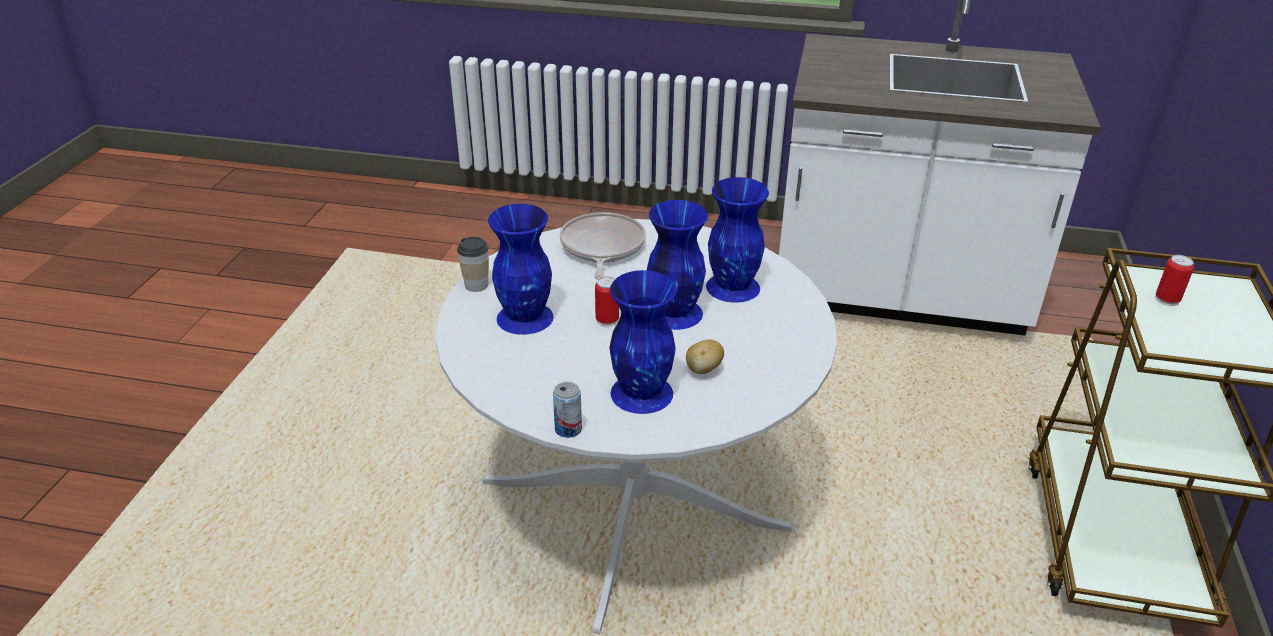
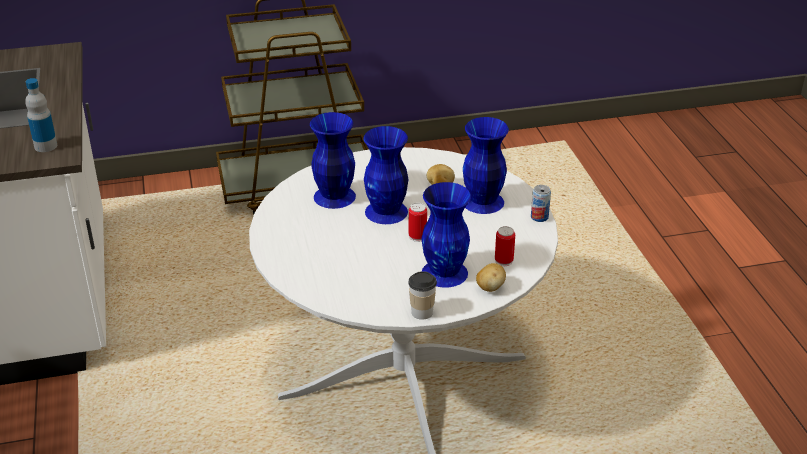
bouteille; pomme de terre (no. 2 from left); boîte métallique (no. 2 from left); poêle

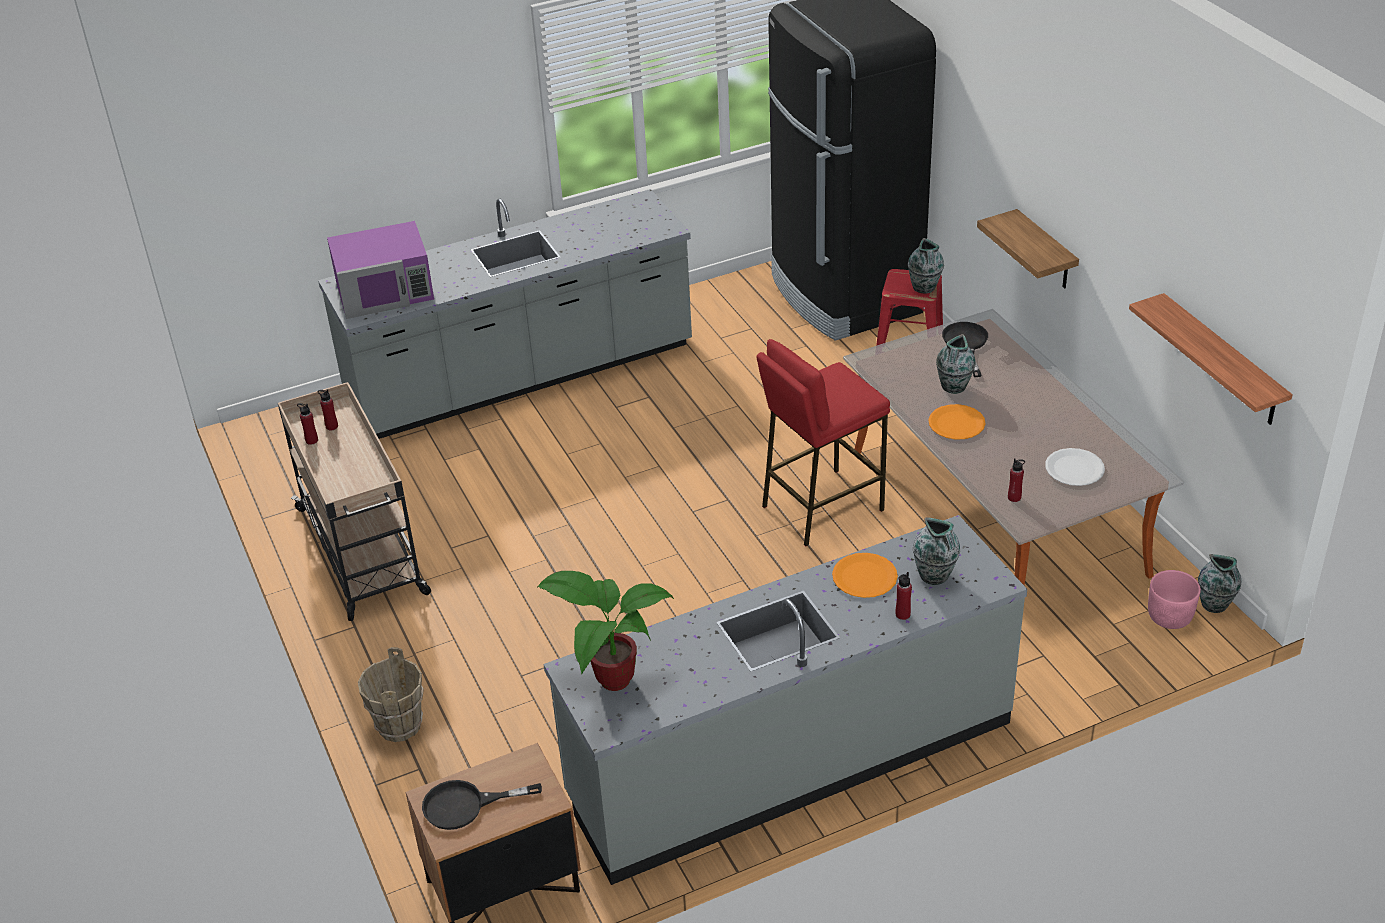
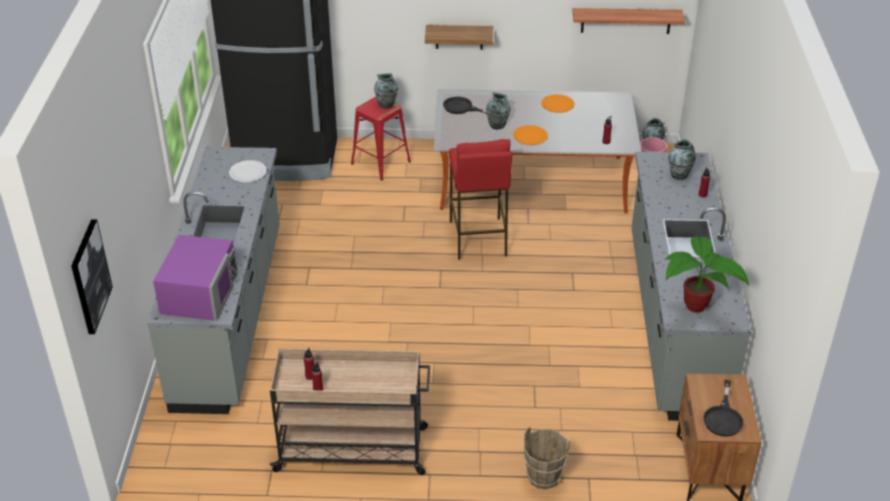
tableau; assiette [blanc]; assiette [orange] (no. 2 from left)

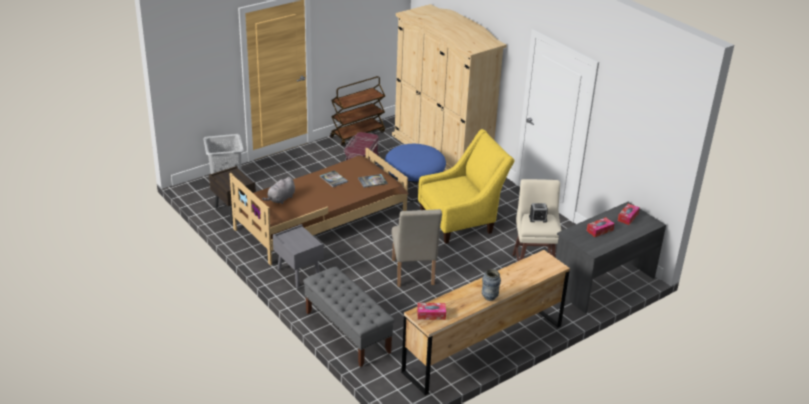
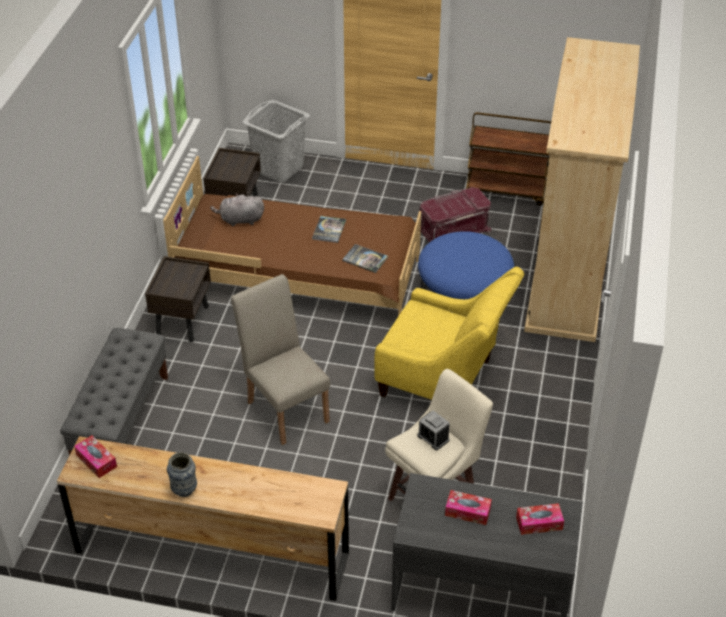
table de chevet [marron] (no. 1 from left); chaise [beige]

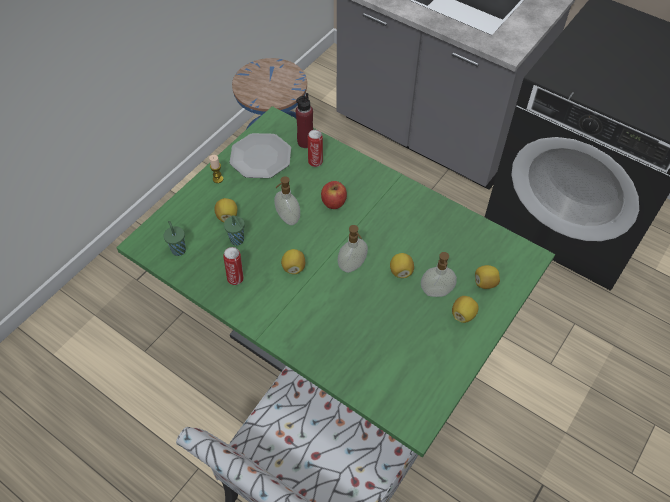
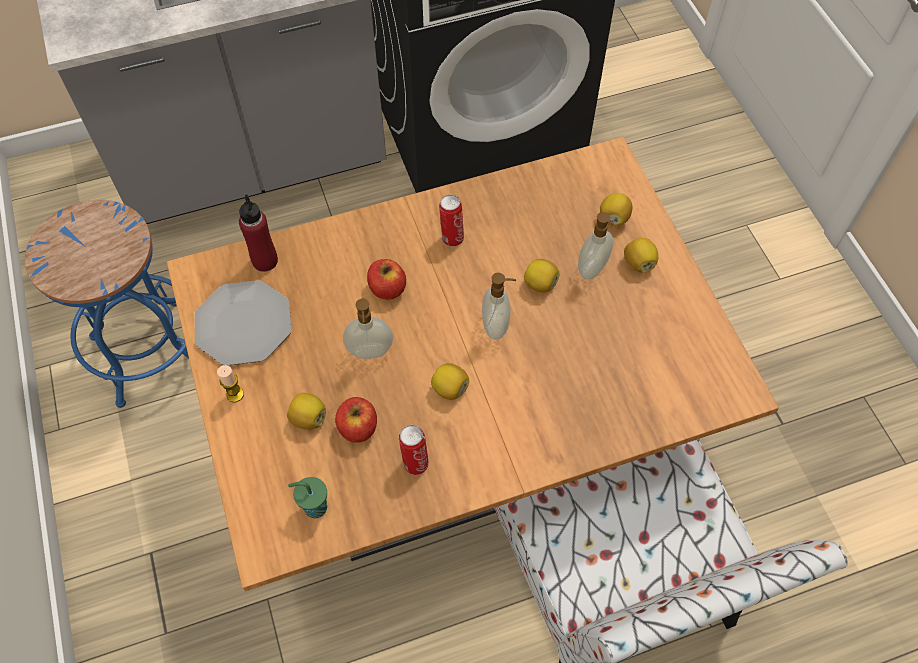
table à manger [marron]; pomme (no. 1 from left); boîte métallique (no. 2 from left)

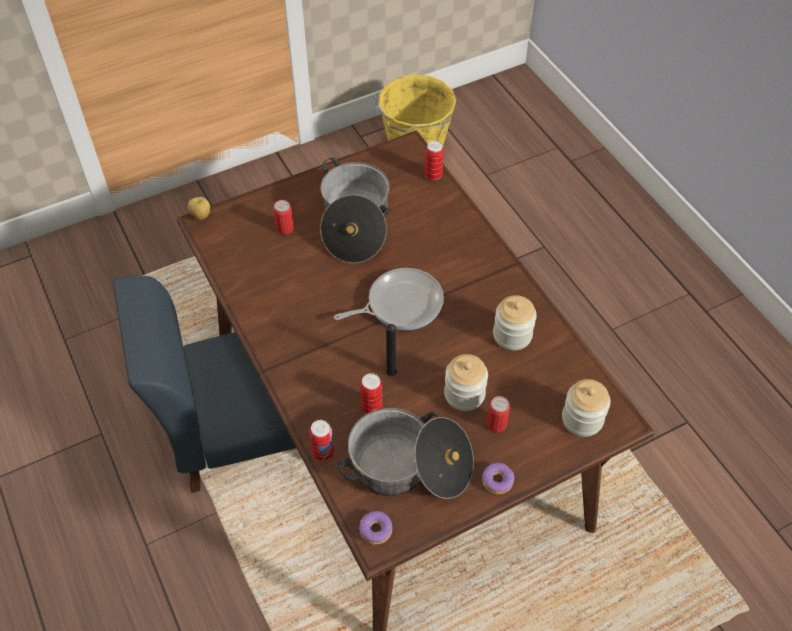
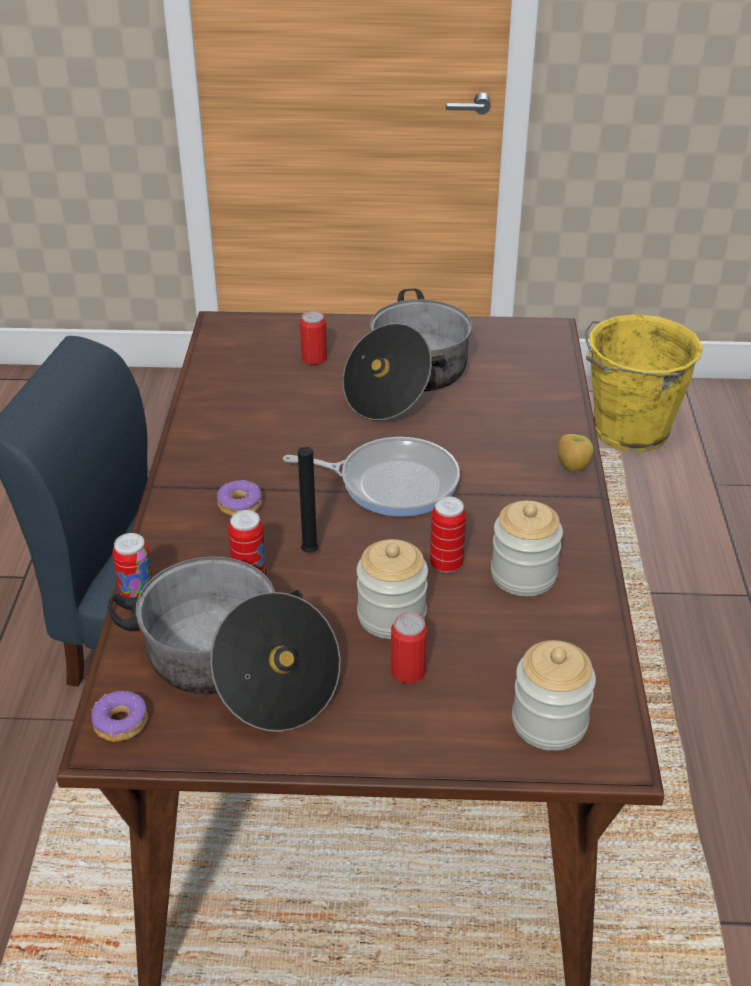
beignet (no. 2 from left); boîte métallique (no. 5 from left); pomme

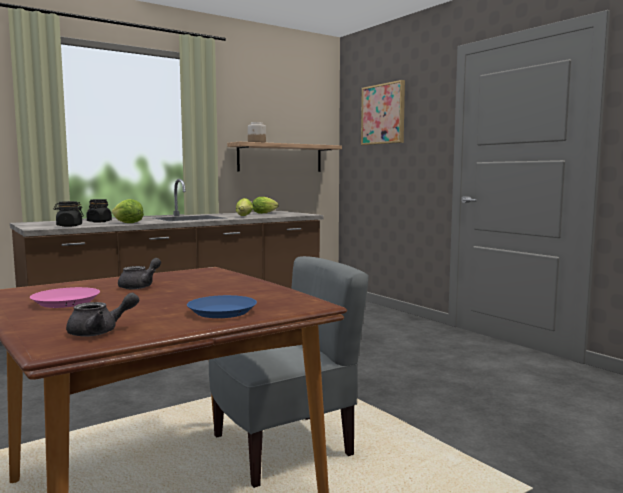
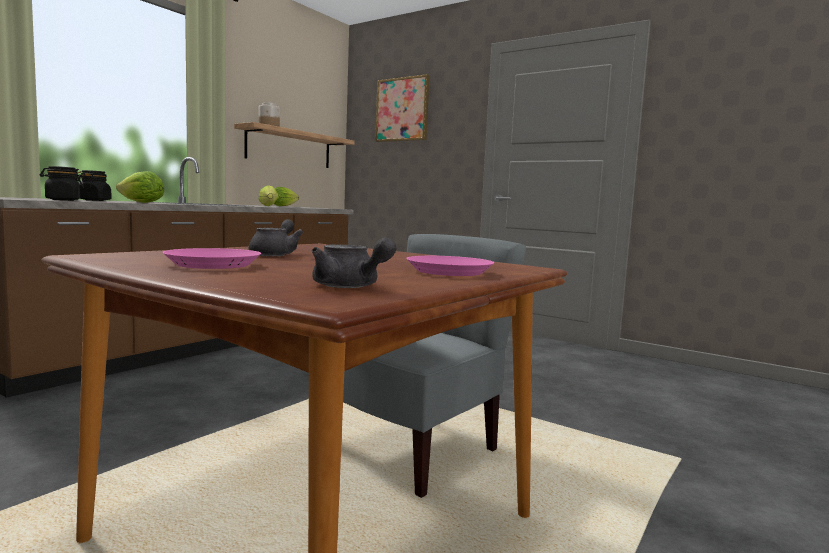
théière [gris] (no. 2 from left); assiette [rose] (no. 2 from left)

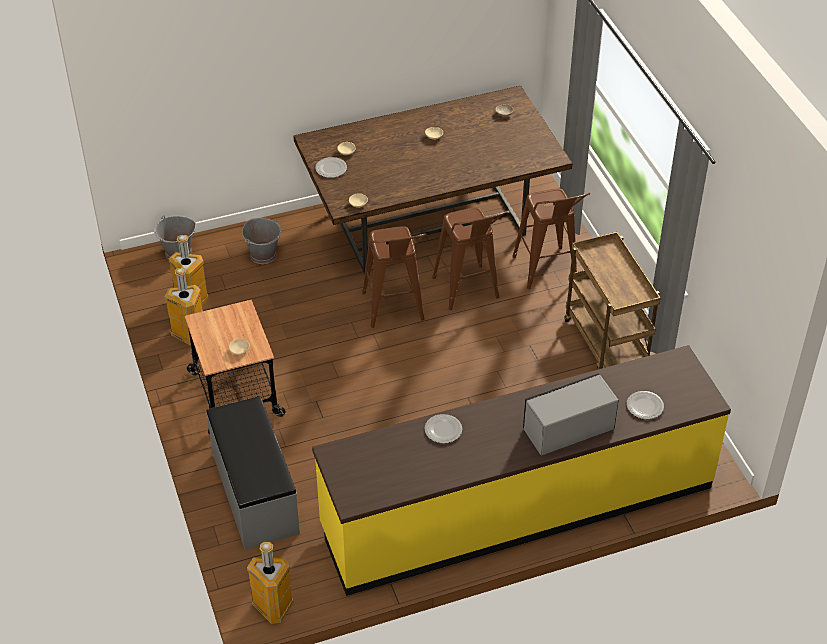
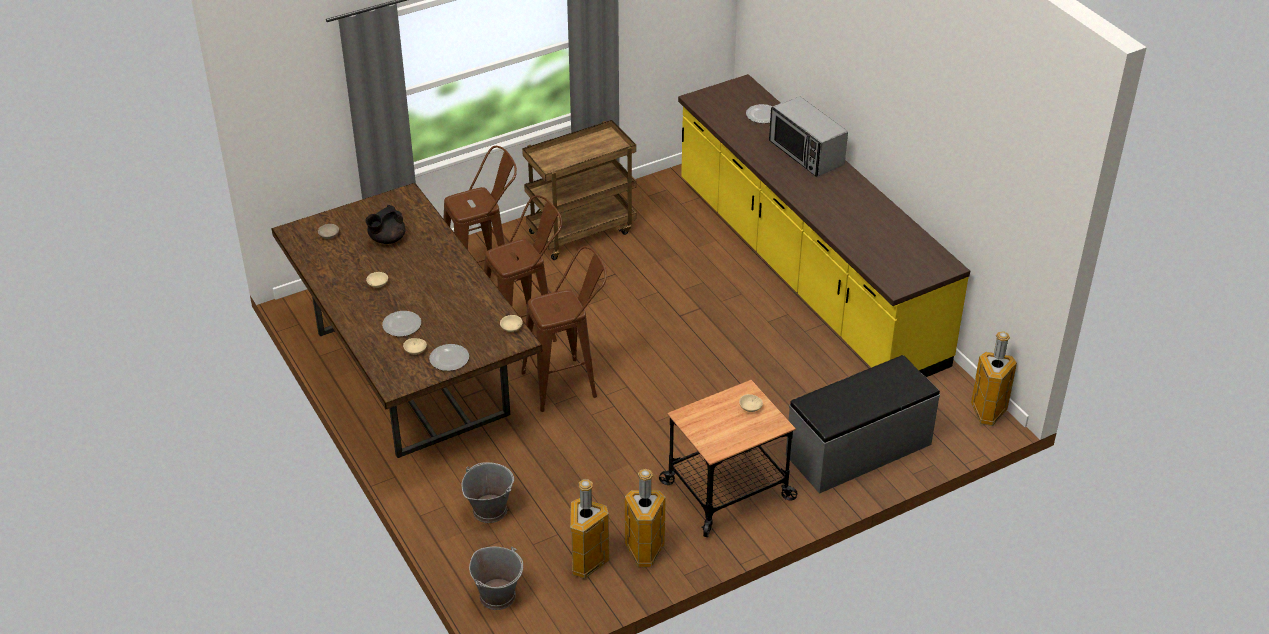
théière [noir]; assiette (no. 1 from left)

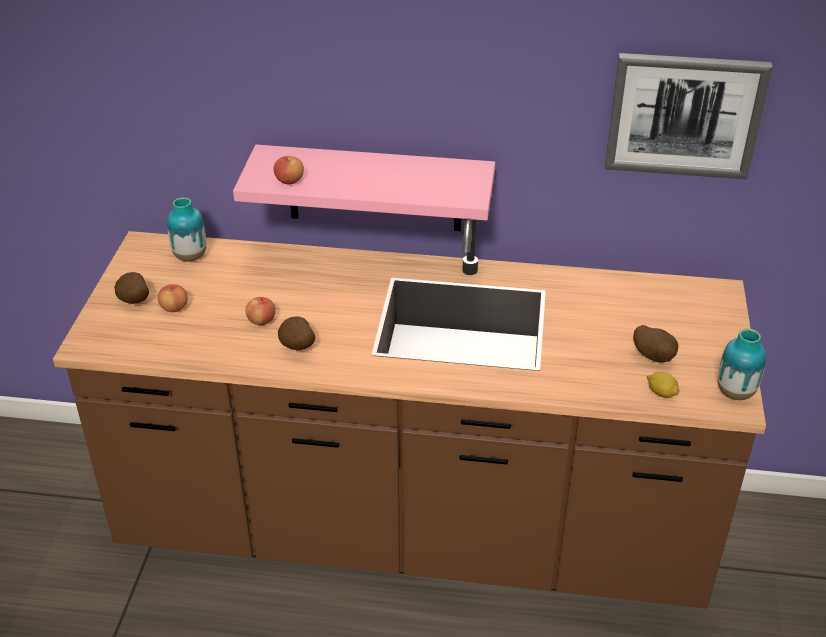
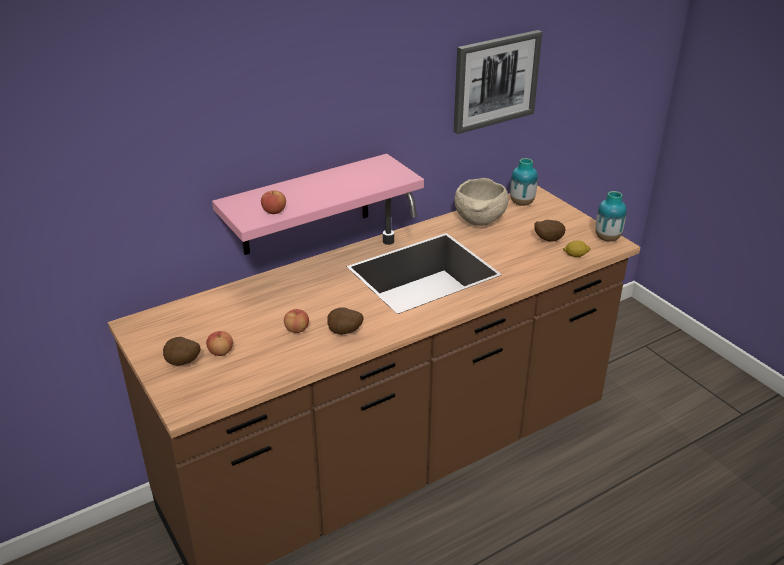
bol [beige]; vase (no. 1 from left)

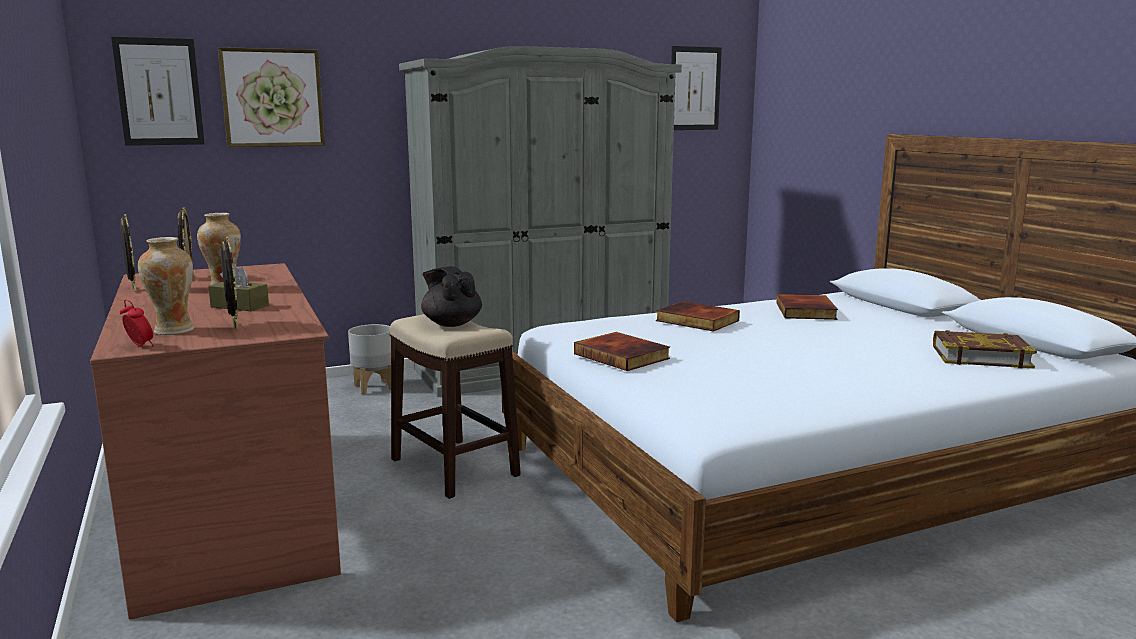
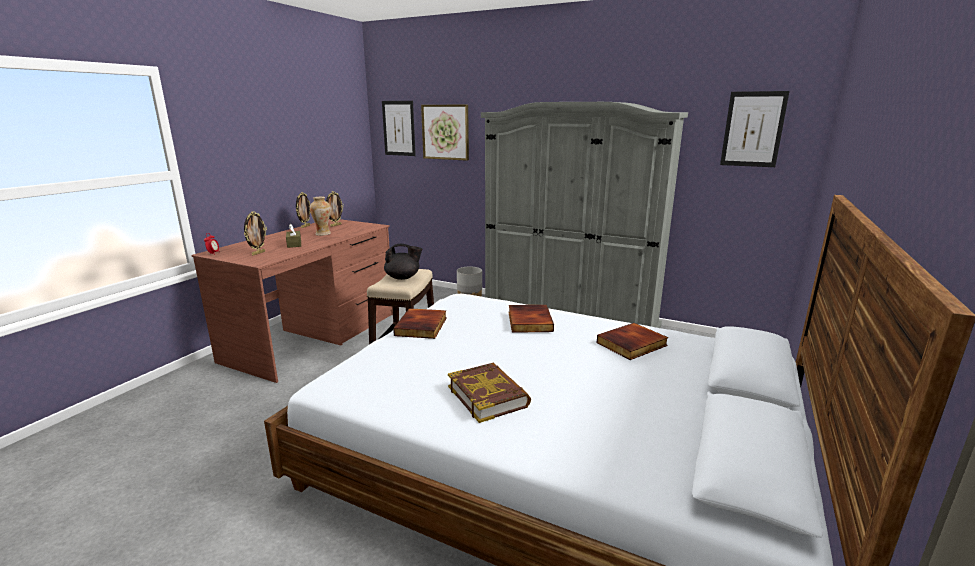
théière [noir]; livre (no. 2 from left); vase (no. 1 from left in the first image)

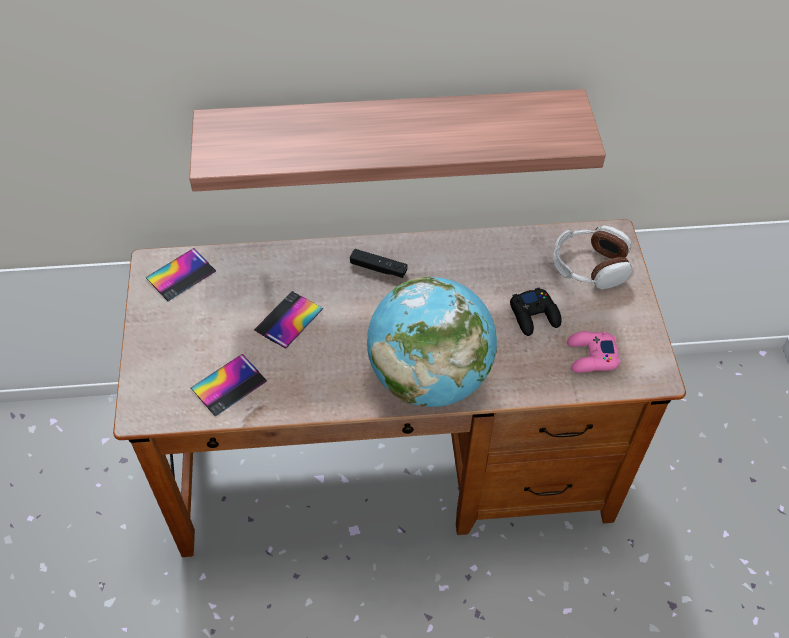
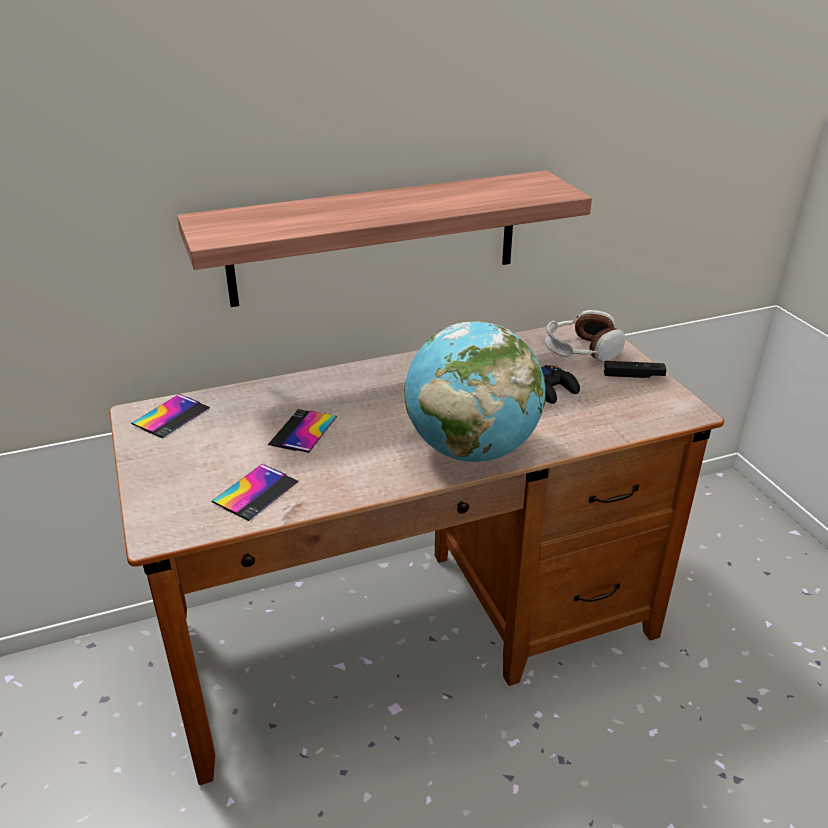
manette [noir] (no. 2 from left); manette [rose]

